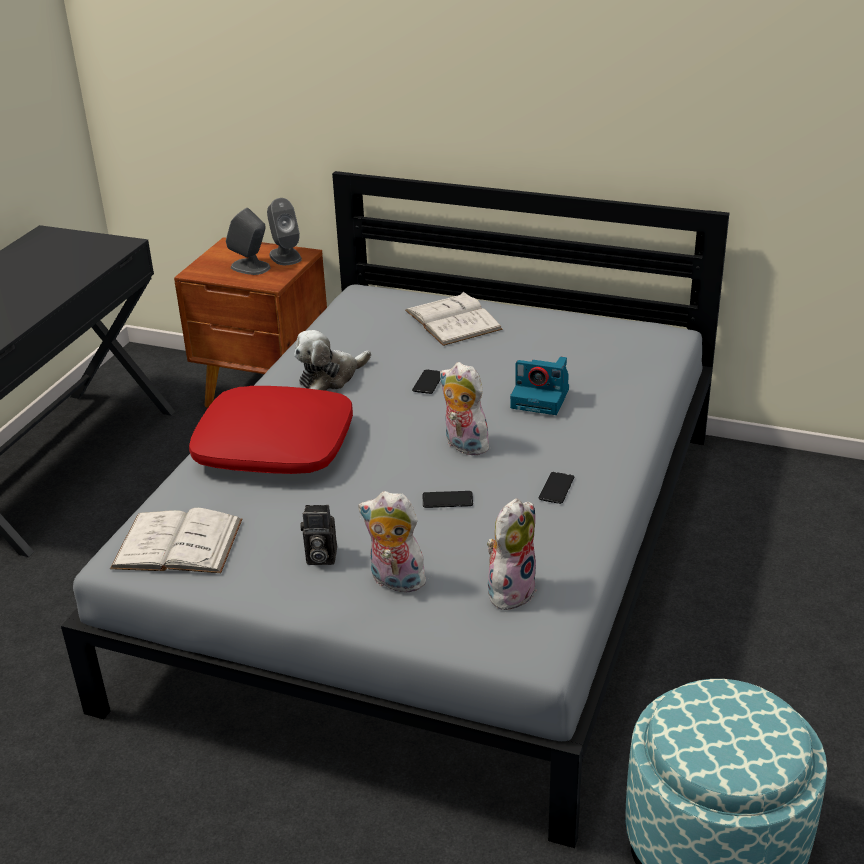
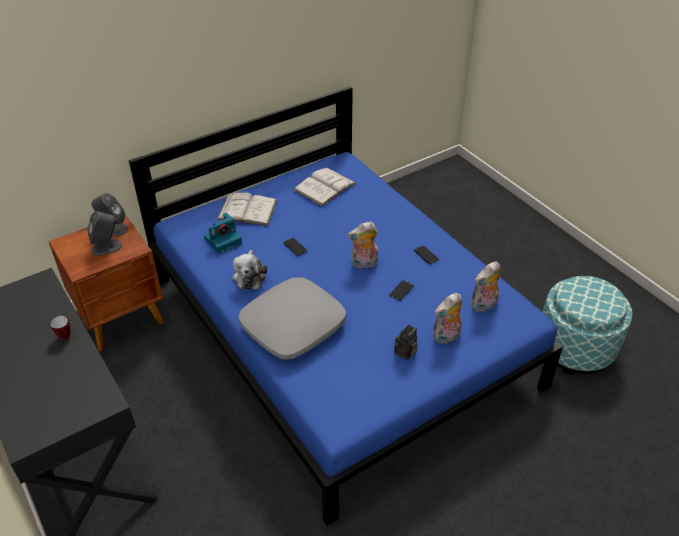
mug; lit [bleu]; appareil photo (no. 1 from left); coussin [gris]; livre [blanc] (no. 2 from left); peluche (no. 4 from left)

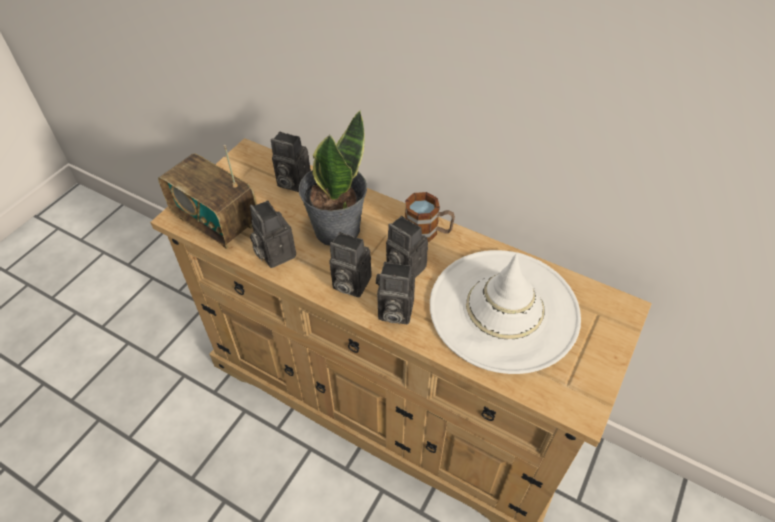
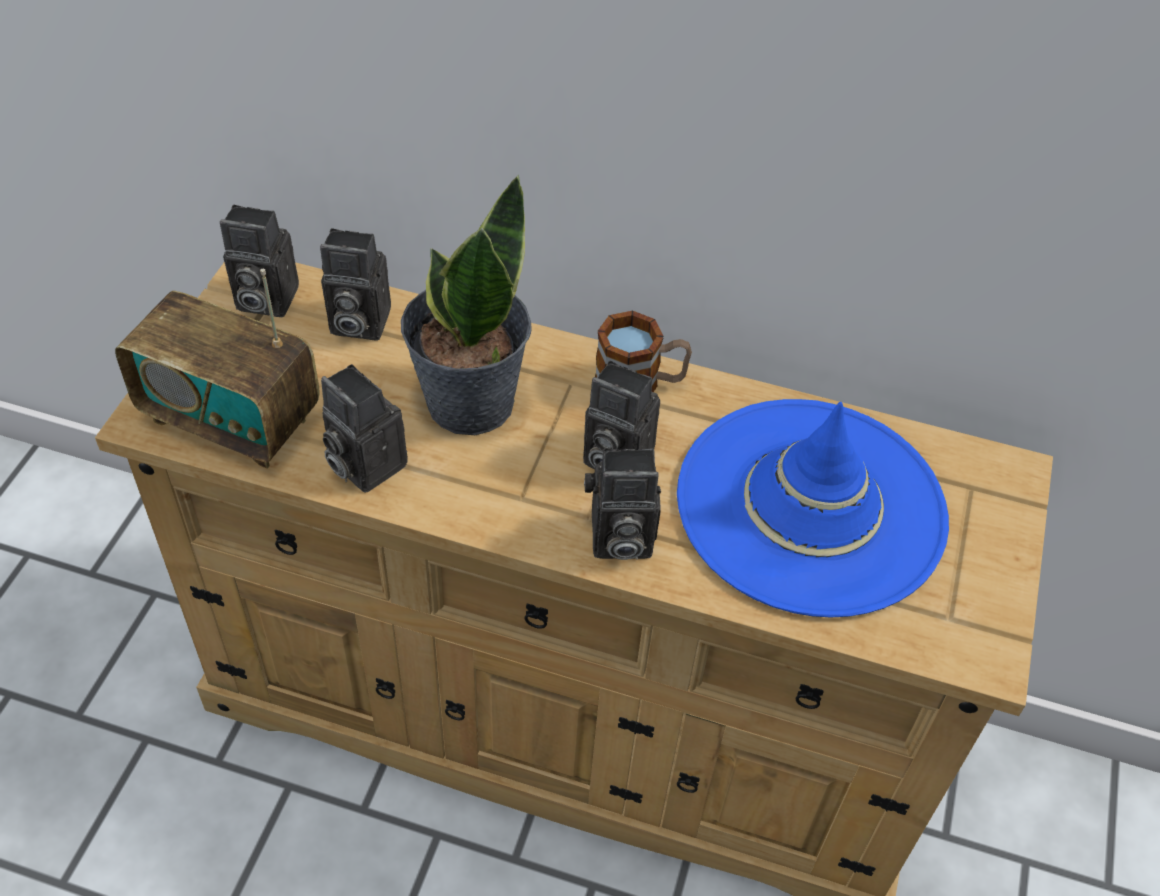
appareil photo (no. 1 from left); chapeau [bleu]

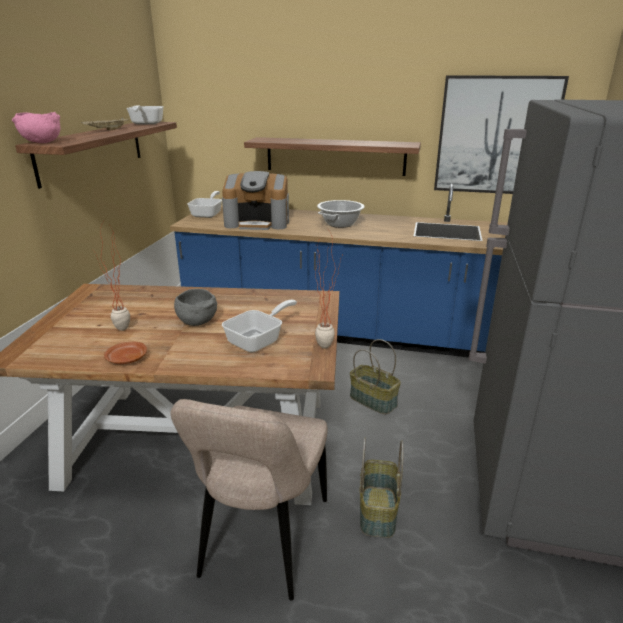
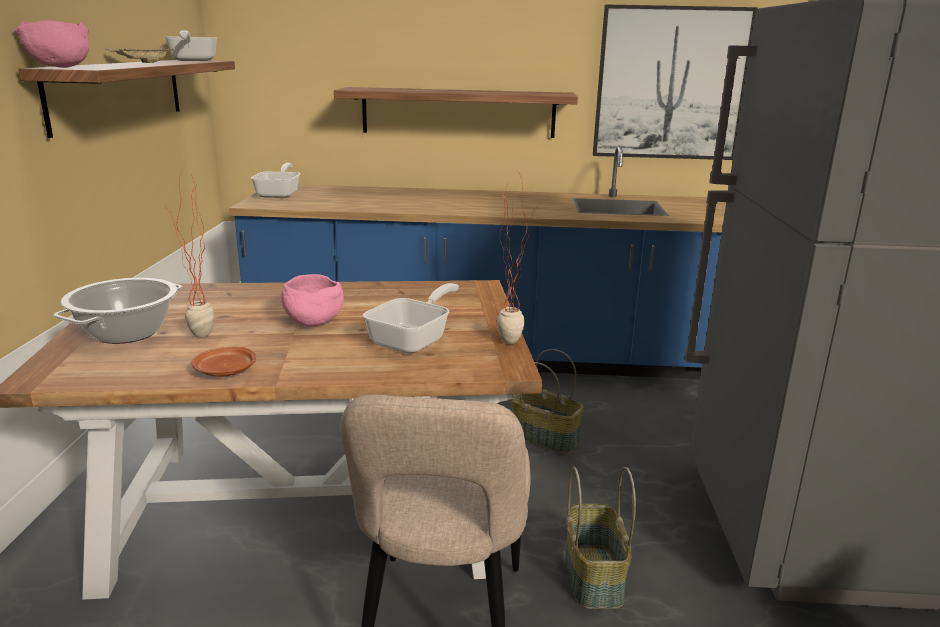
marmite; bol [rose] (no. 2 from left); machine à café

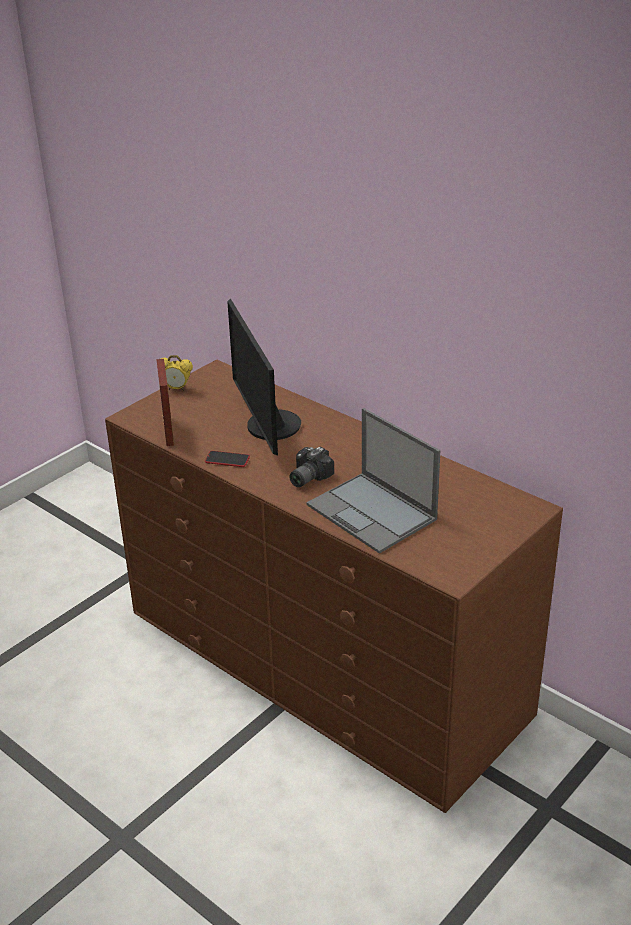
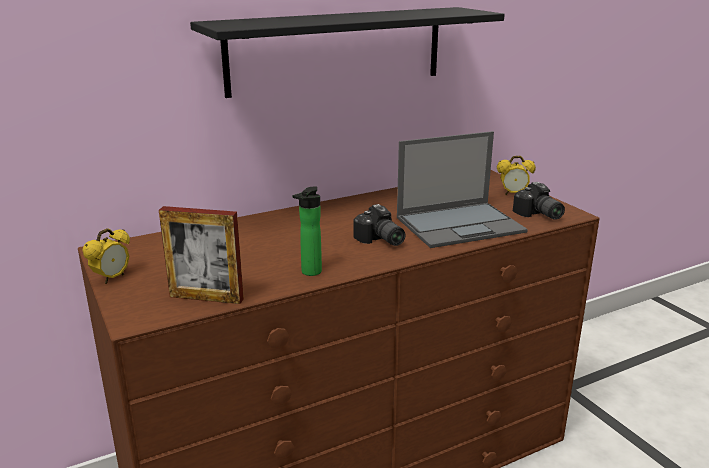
étagère [noir]; bouteille; réveil (no. 2 from left); appareil photo (no. 2 from left); écran d'ordinateur

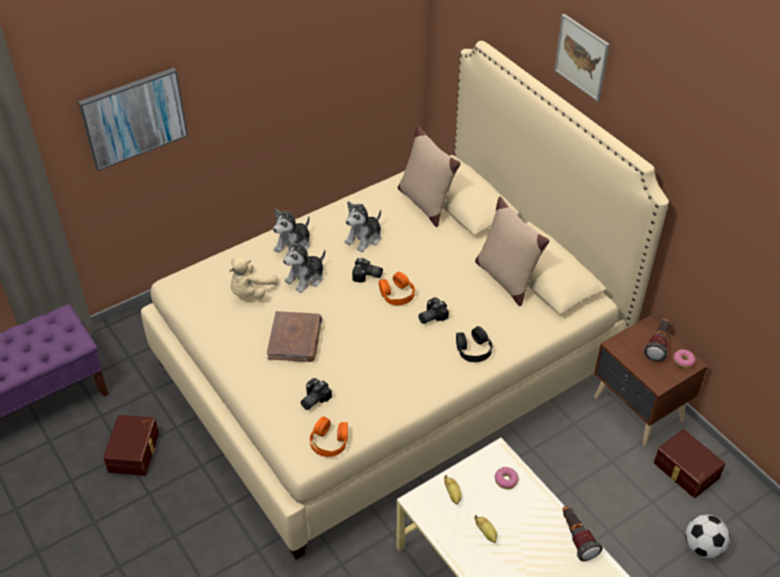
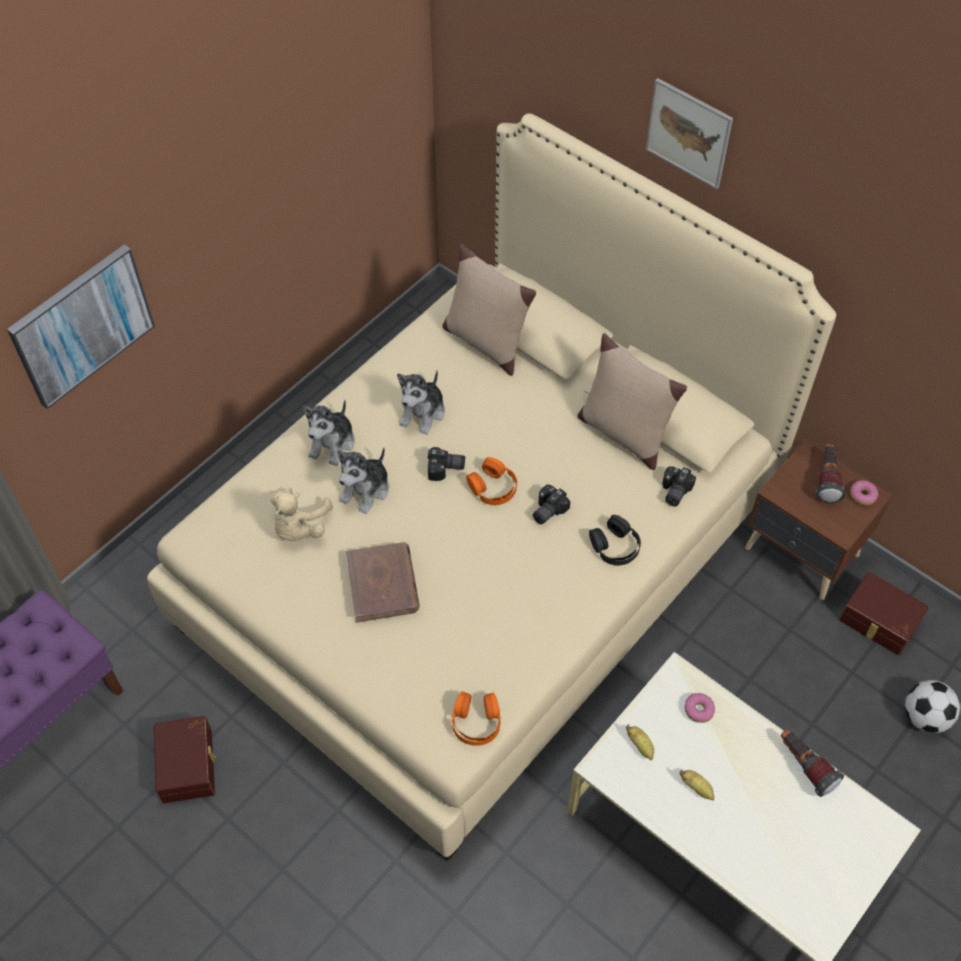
appareil photo (no. 3 from left)

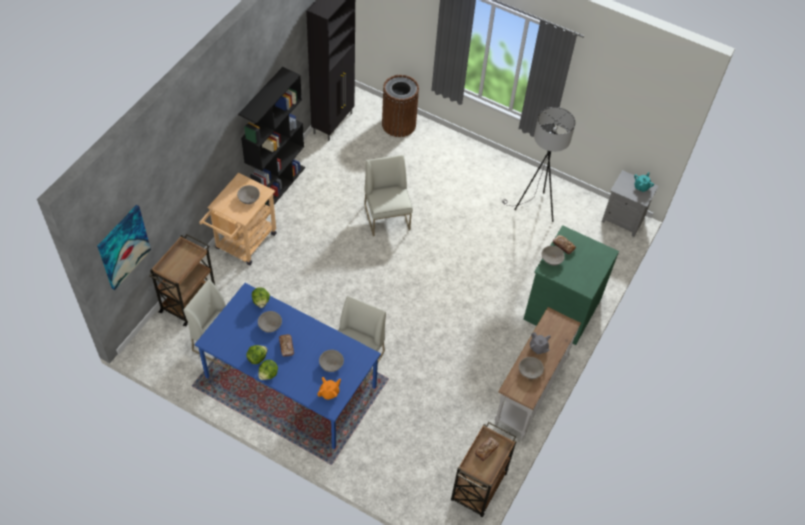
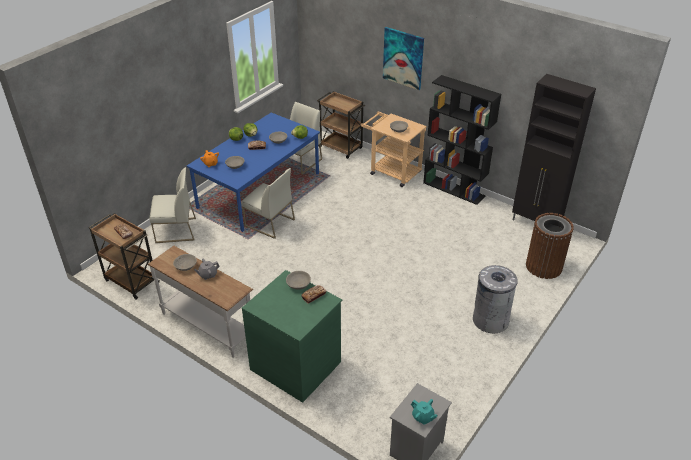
chaise [blanc] (no. 1 from left); tableau; poubelle [gris]; lampadaire [gris]

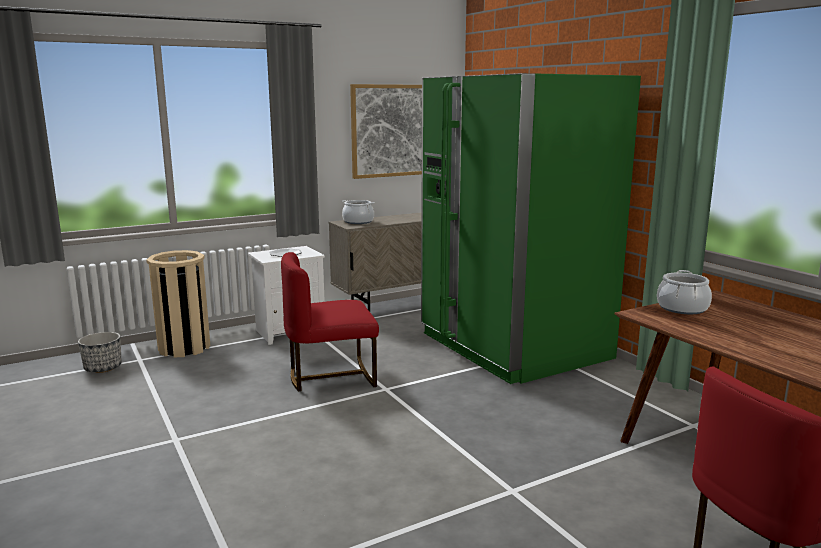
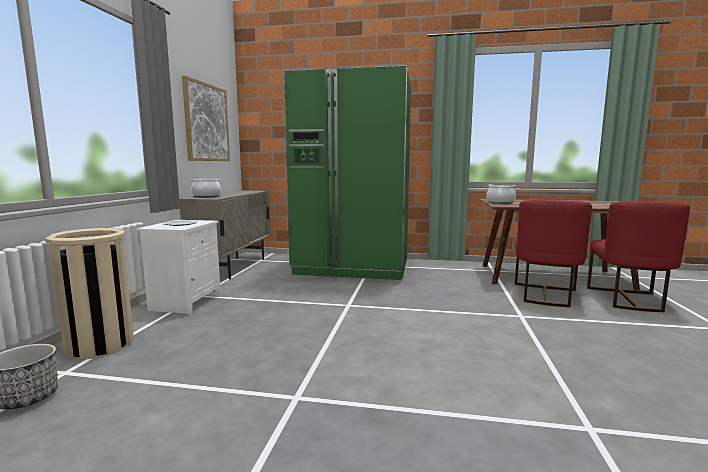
chaise [rouge] (no. 1 from left)

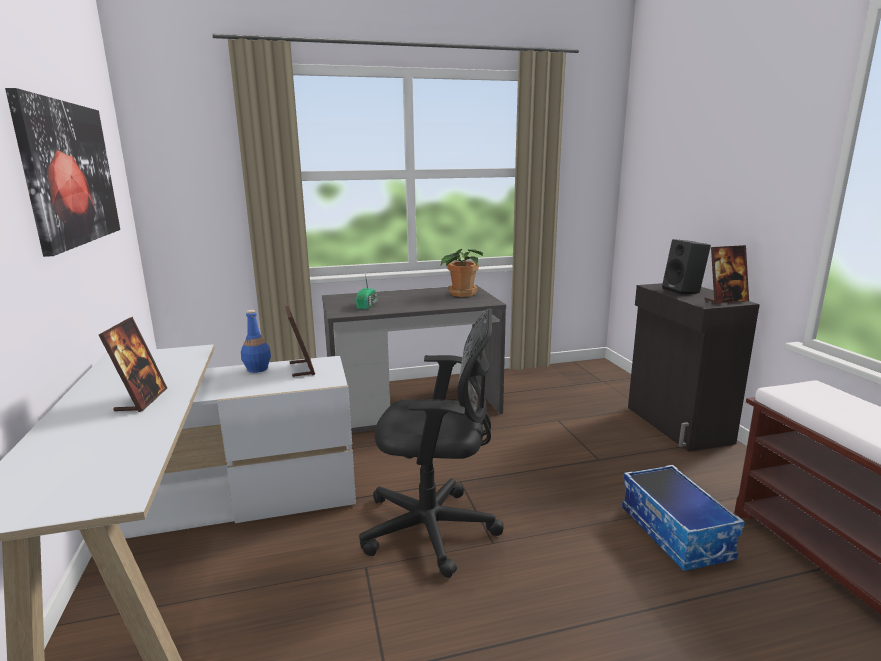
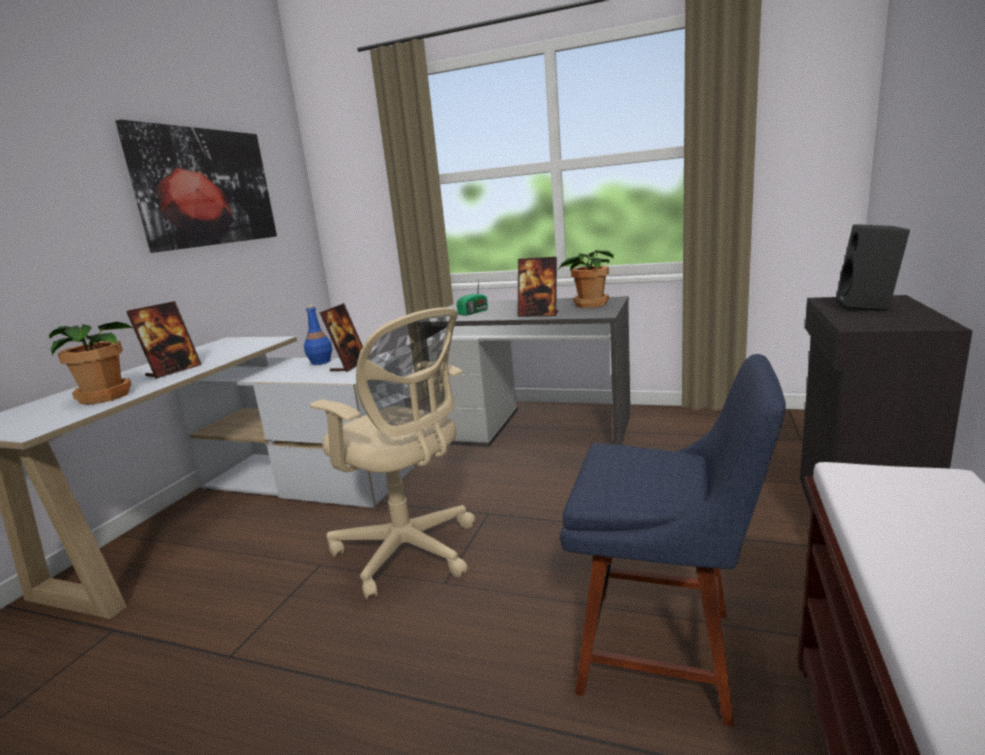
plante en pot (no. 1 from left); chaise de bureau [beige]; cadre photo (no. 3 from left); chaise [bleu]

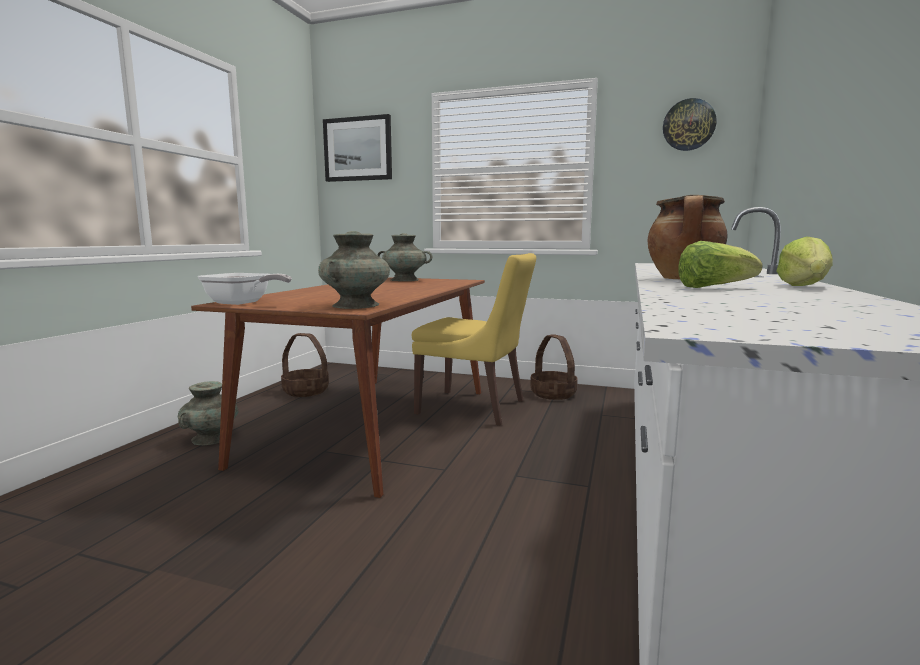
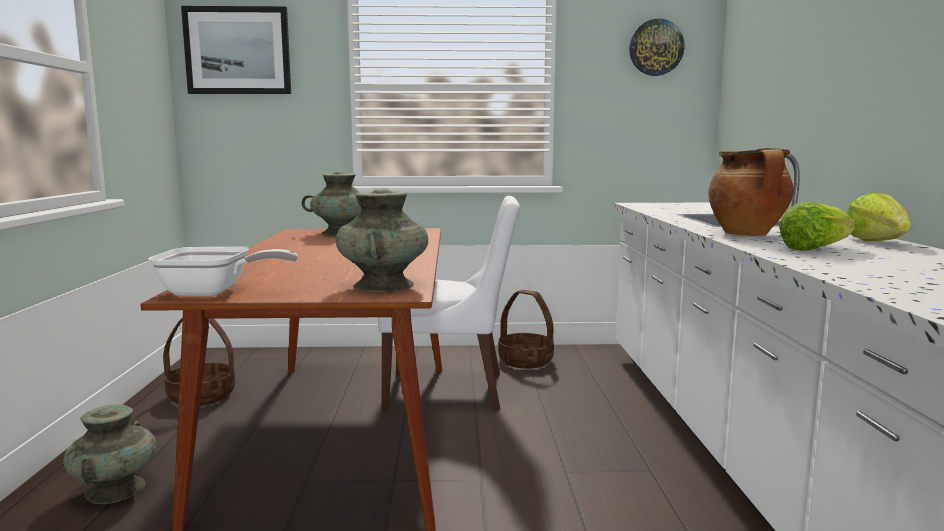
chaise [blanc]

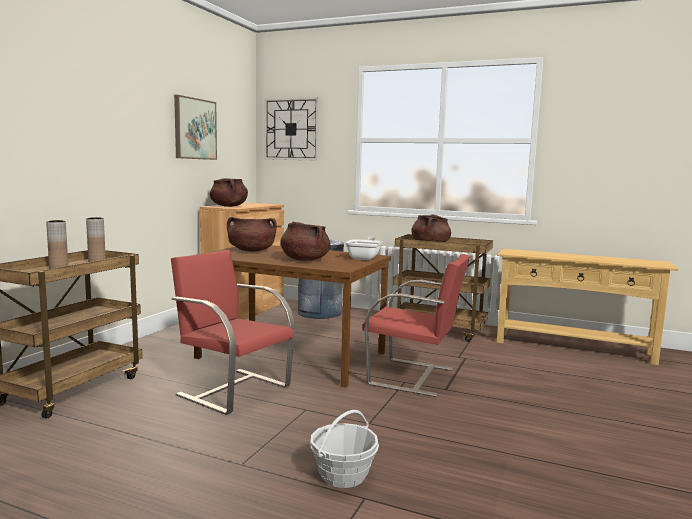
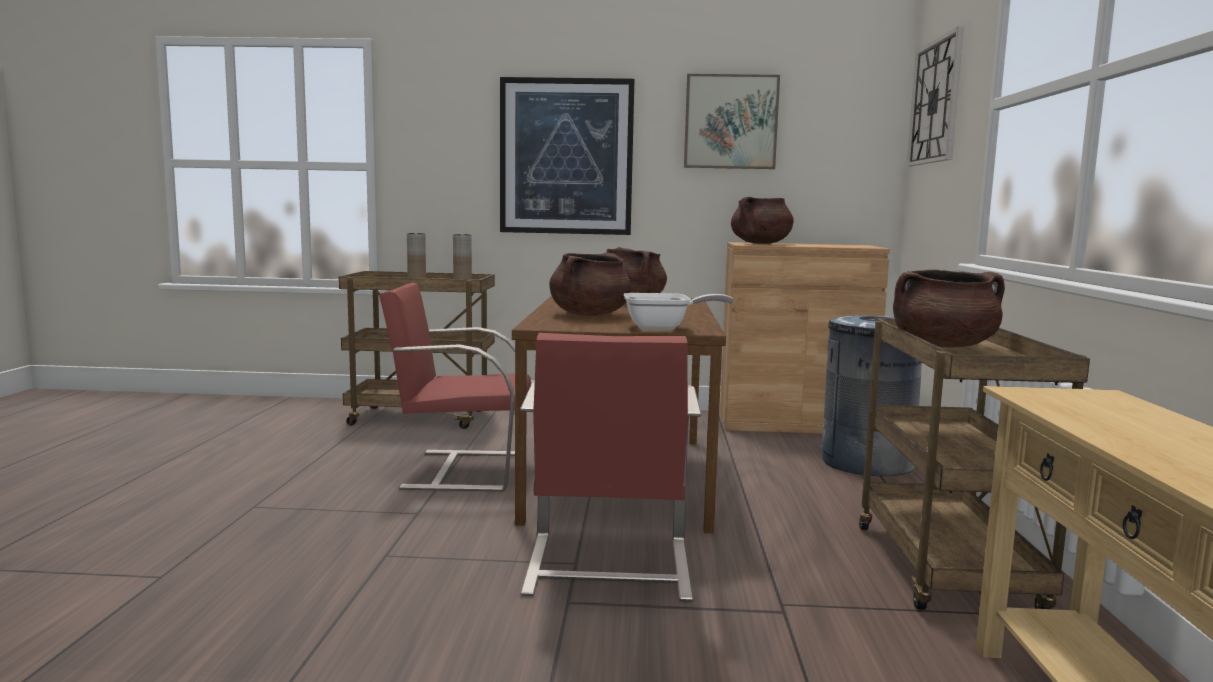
chaise [rouge] (no. 1 from left); tableau (no. 1 from left); panier

